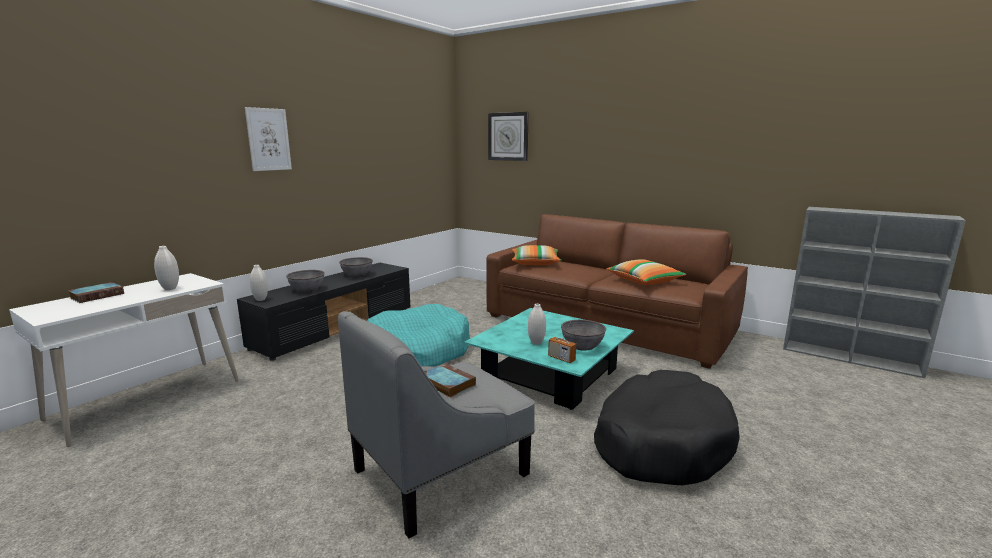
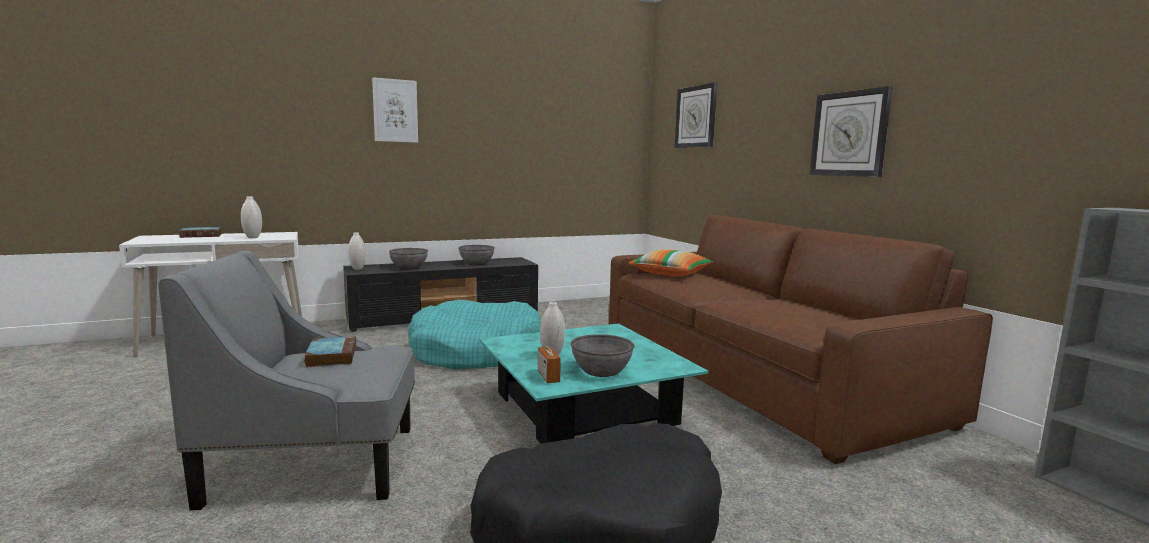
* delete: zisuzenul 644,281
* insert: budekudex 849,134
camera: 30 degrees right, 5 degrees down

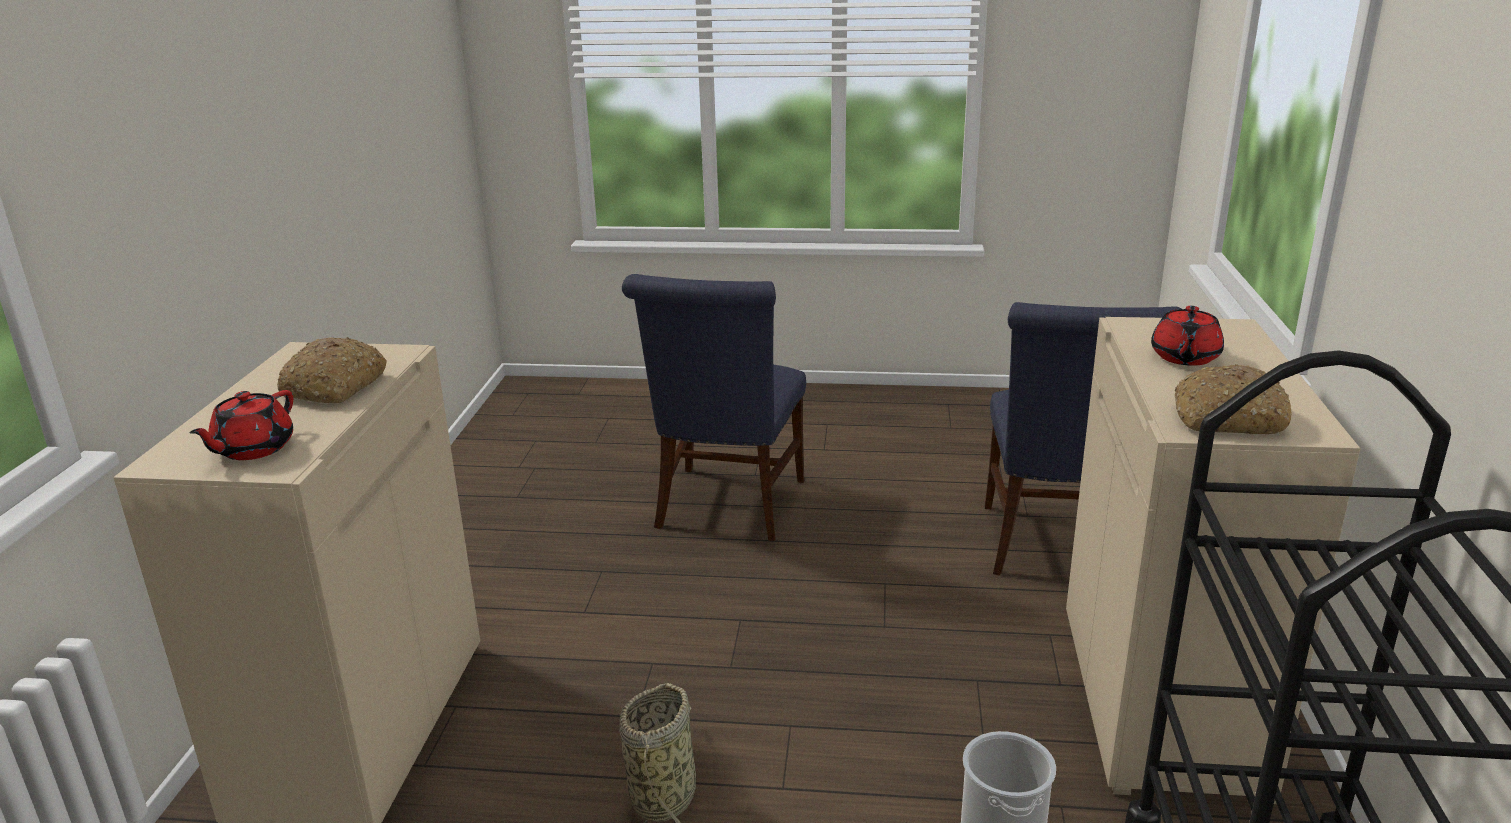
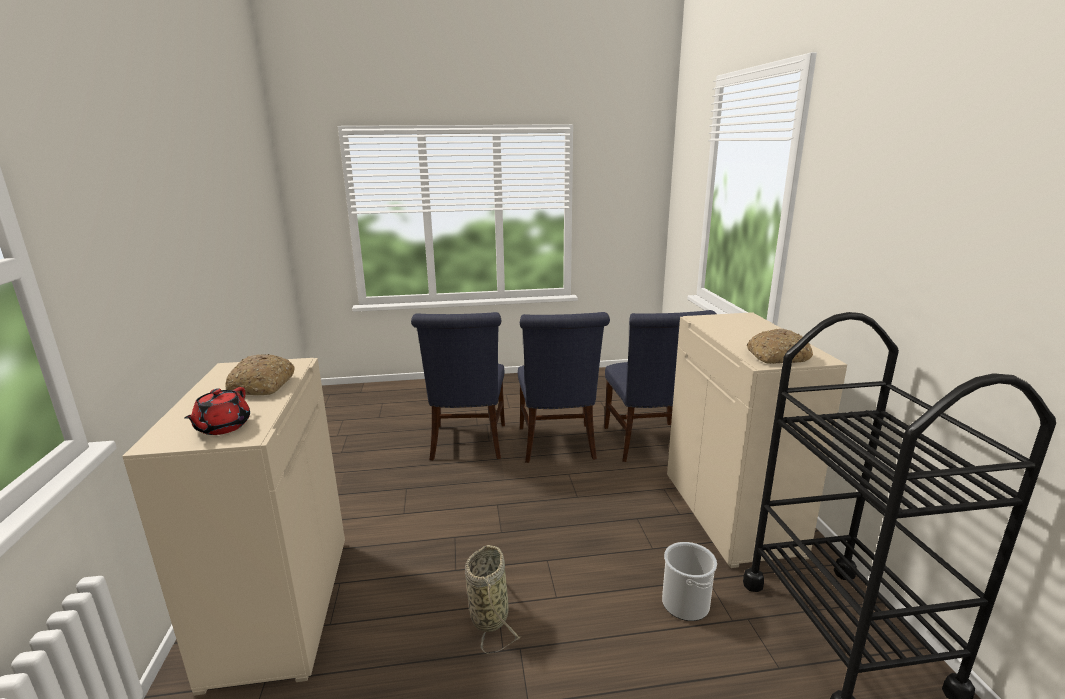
* delete: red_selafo 1184,358
* insert: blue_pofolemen 558,445
camera: 15 degrees left, 5 degrees down

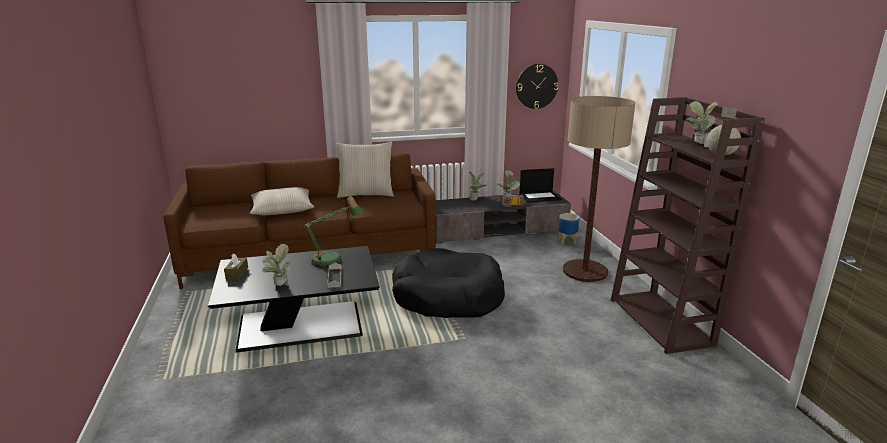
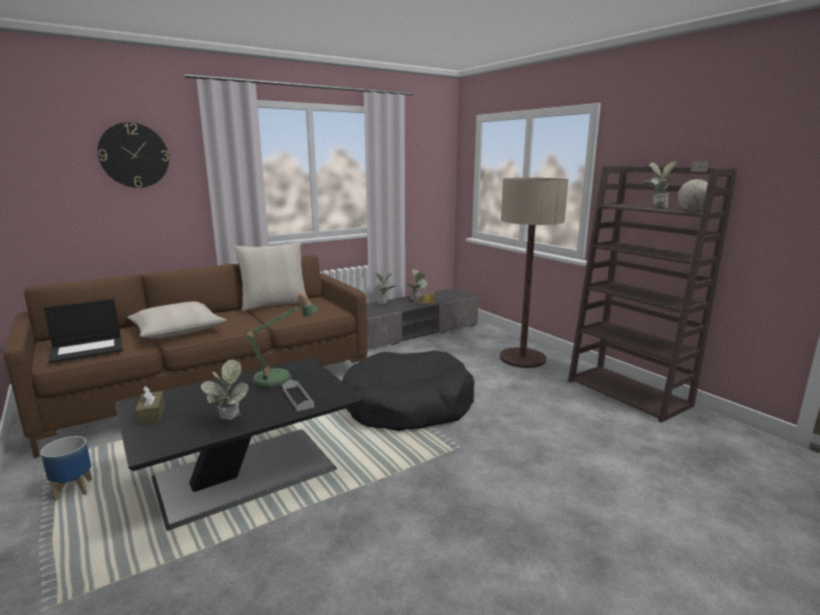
* move: budekudex 536,86 to 134,155
* move: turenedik 540,197 to 88,349
* move: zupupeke 567,241 to 74,490
camera: 20 degrees left, 5 degrees down

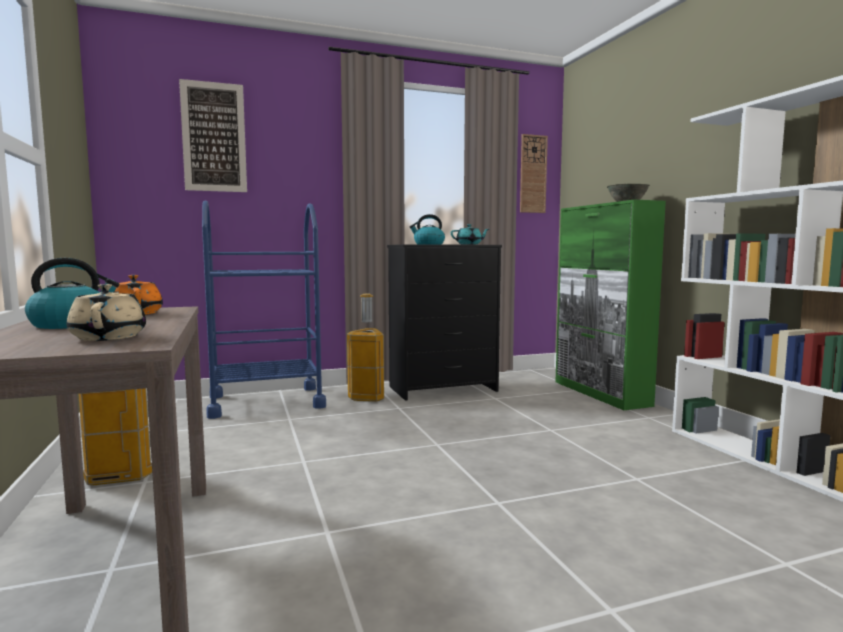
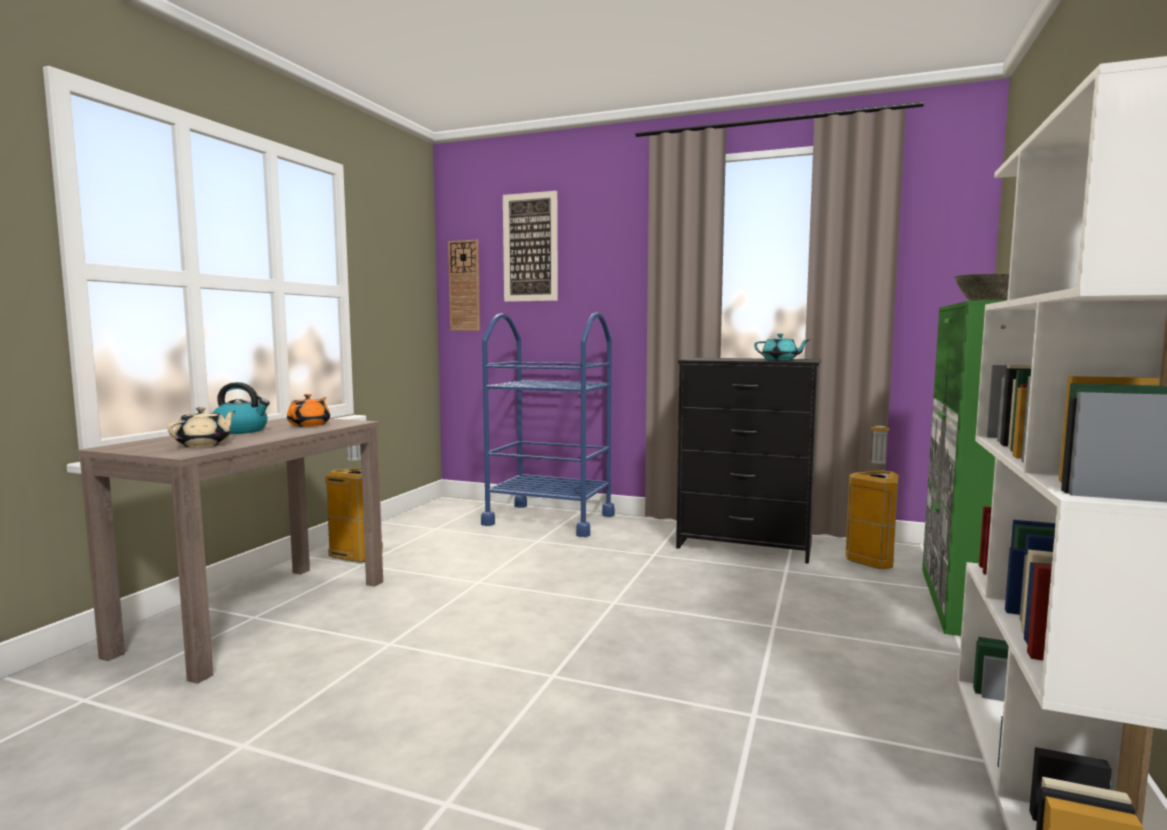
* move: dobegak 368,397 to 874,561
* delete: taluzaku 428,244
* move: budekudex 533,174 to 464,286
camera: 40 degrees right, 0 degrees up

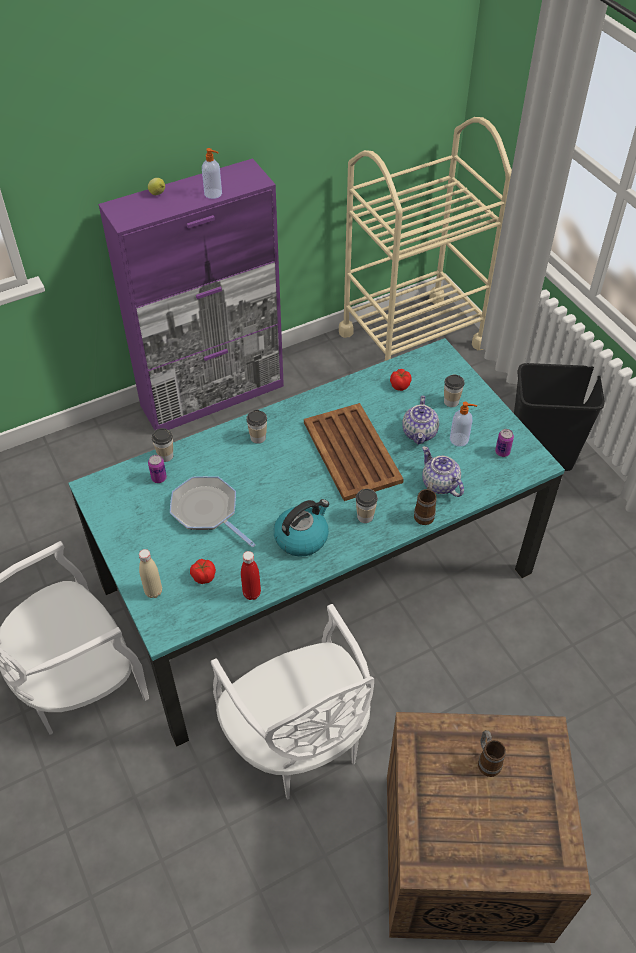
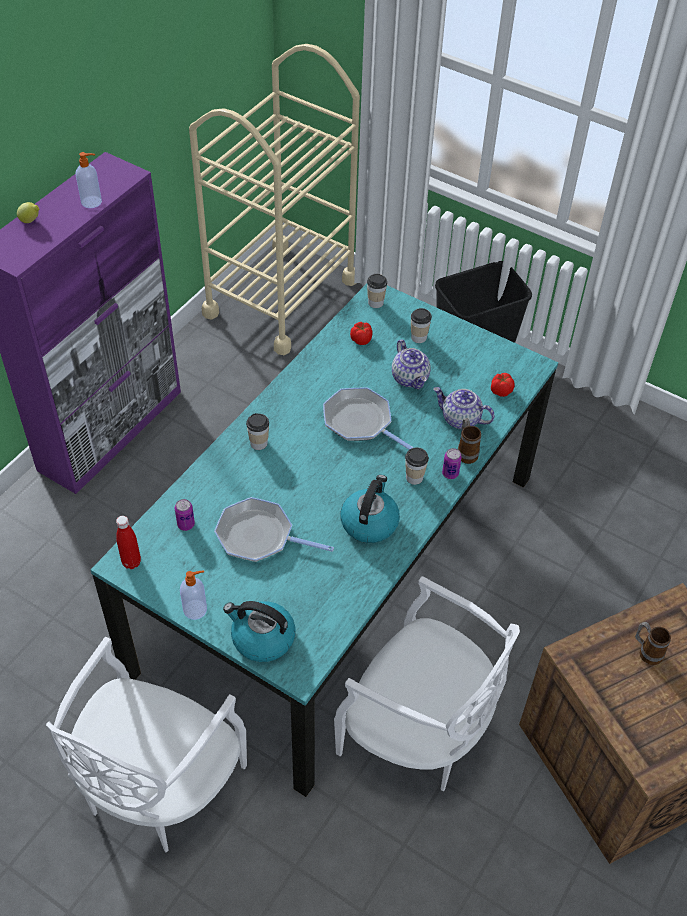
* replace: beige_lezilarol 153,592 to taluzaku 262,638
* move: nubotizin 165,456 to 375,303
* move: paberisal 203,576 to 500,391
* move: red_lezilarol 252,593 to 131,562
* replace: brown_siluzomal 352,453 to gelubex 360,422
* move: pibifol 460,439 to 196,609
* move: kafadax 502,452 to 450,473
camera: 30 degrees left, 0 degrees up

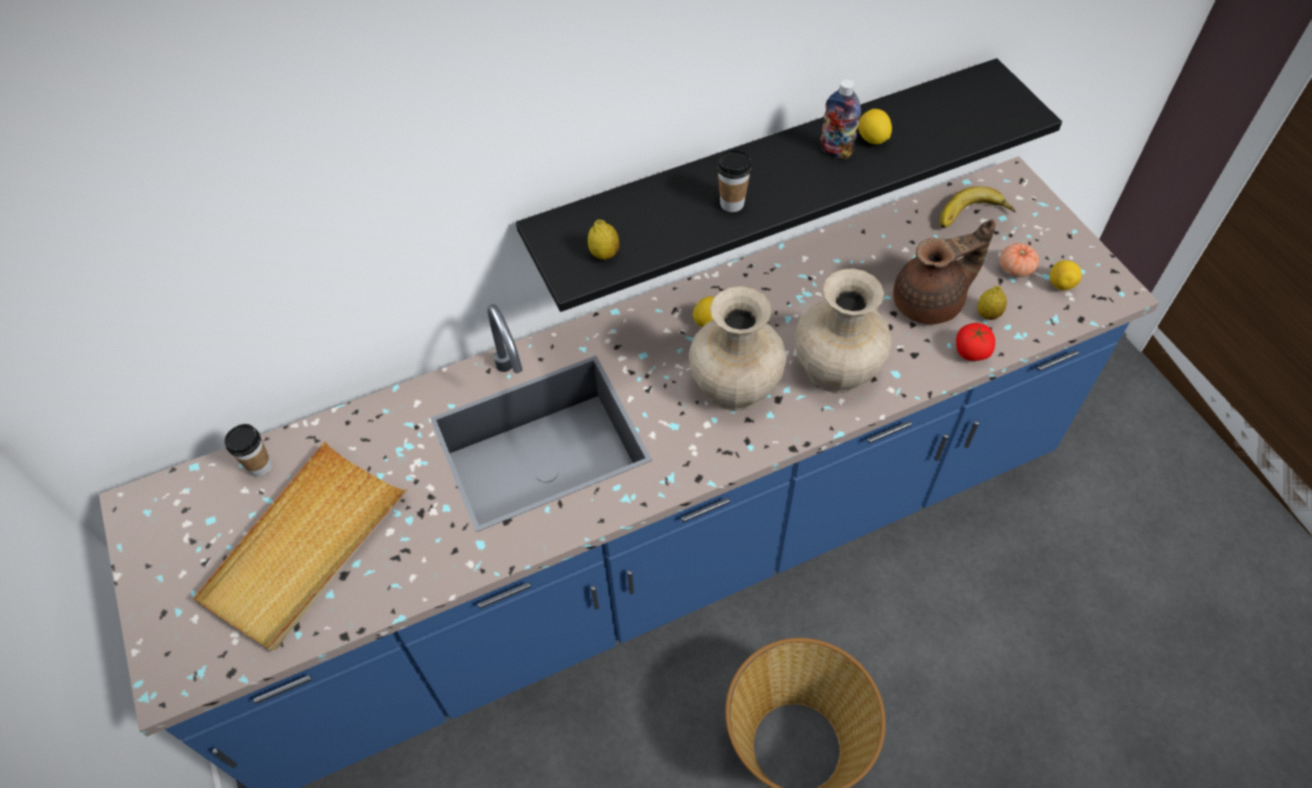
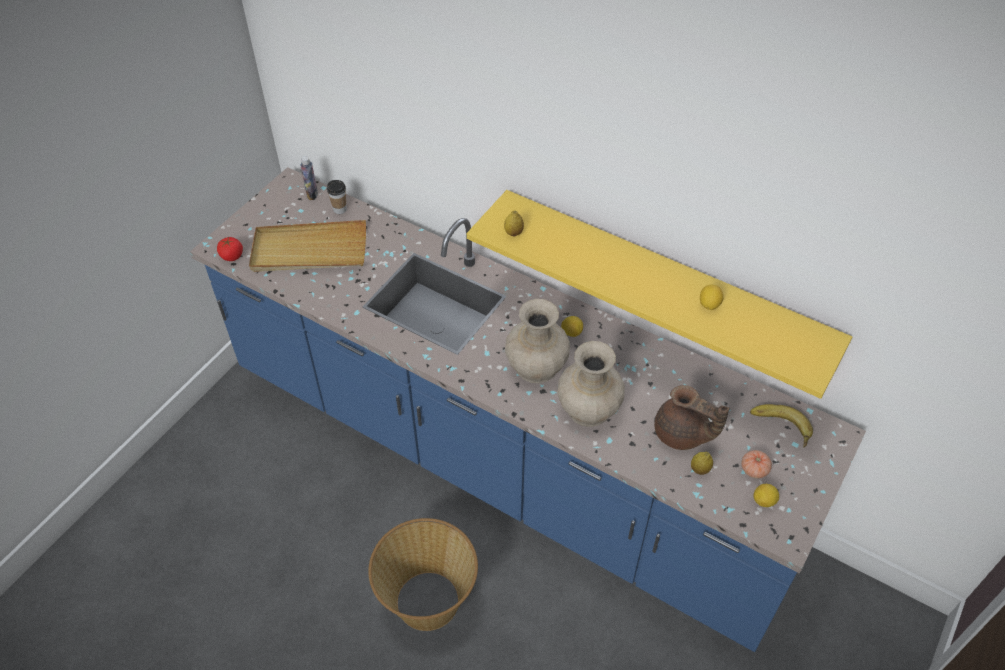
* recolor: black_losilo 766,170 to yellow_losilo 663,281
* delete: nubotizin 732,203
* move: lezilarol 836,151 to 312,194
* move: paberisal 971,352 to 232,256
camera: 55 degrees right, 5 degrees down

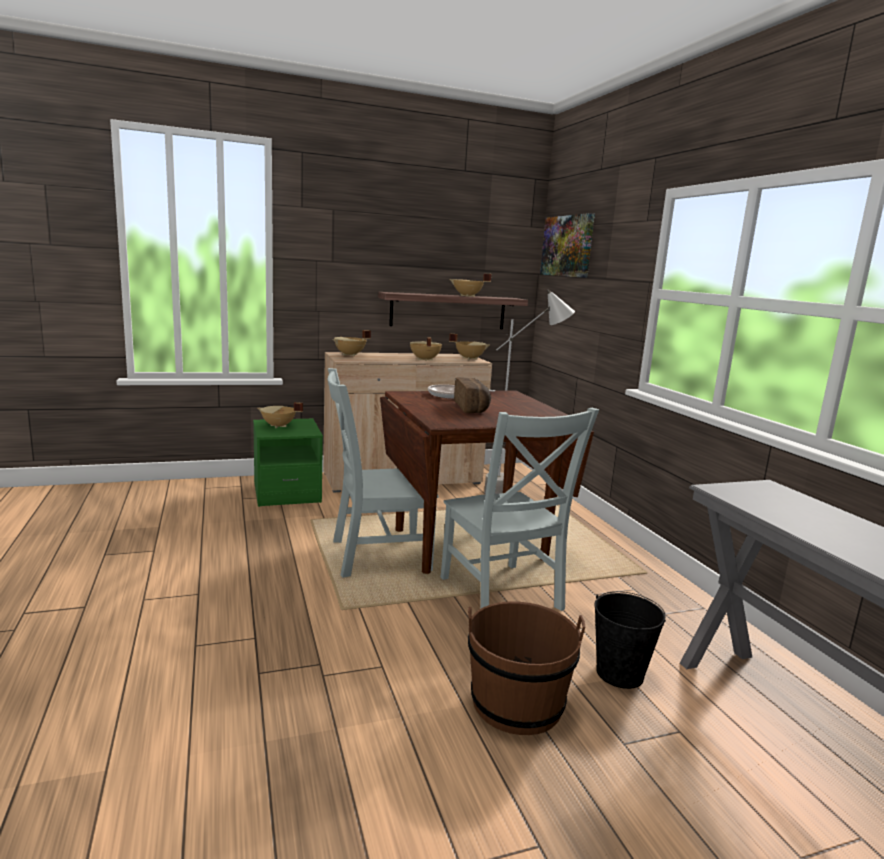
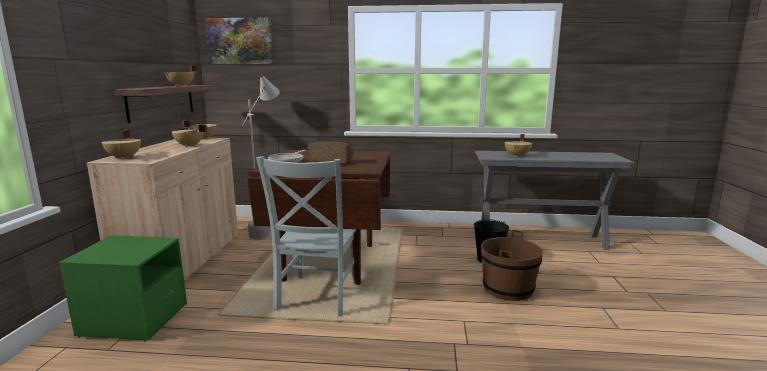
* move: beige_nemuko 278,426 to 517,156
* delete: grey_pofolemen 502,596
camera: 65 degrees left, 0 degrees up

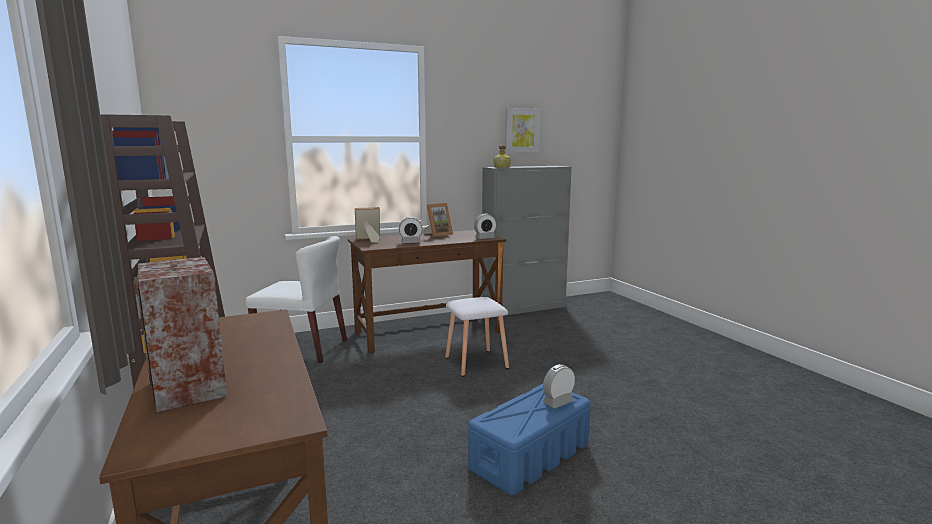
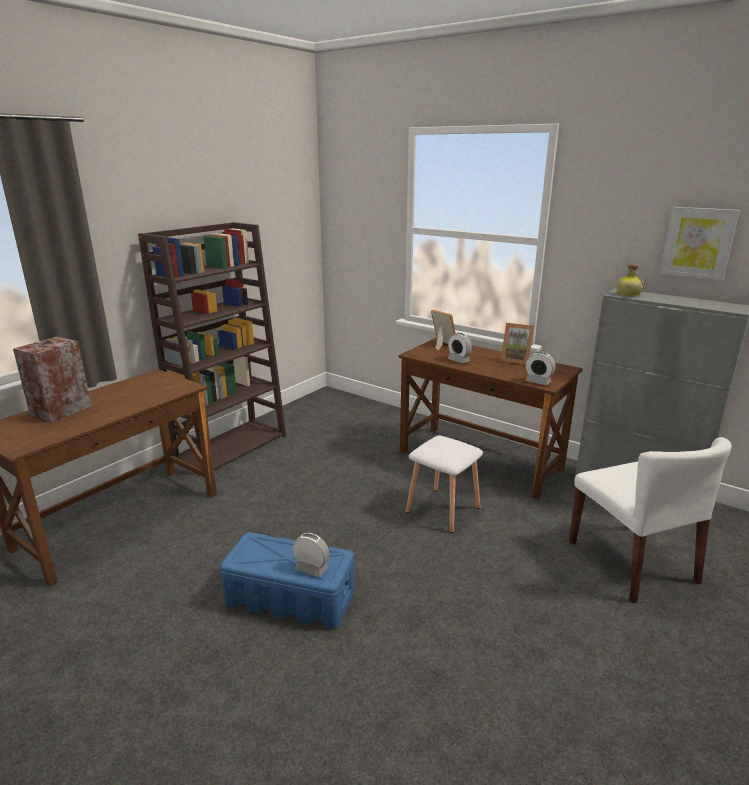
* move: white_pofolemen 303,348 to 632,562
camera: 60 degrees right, 10 degrees up

